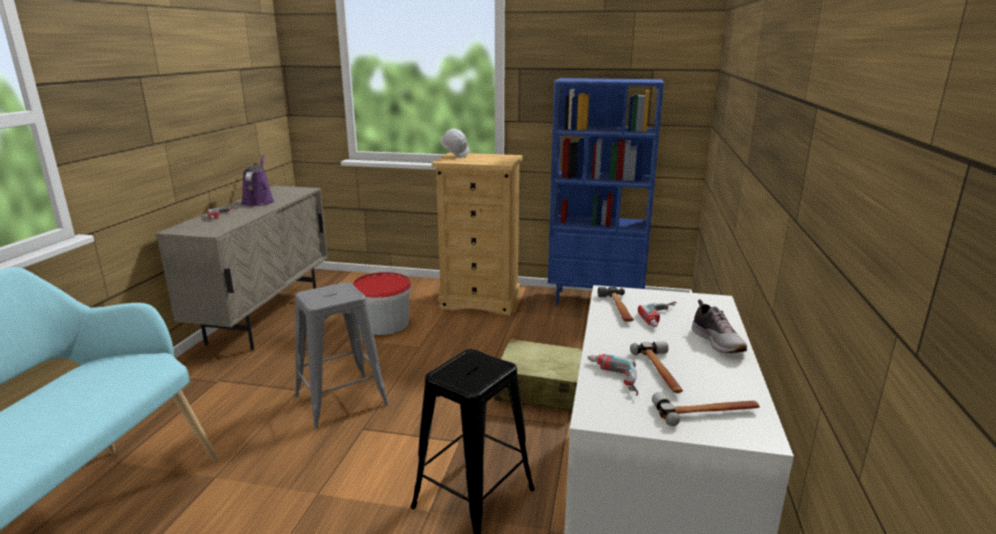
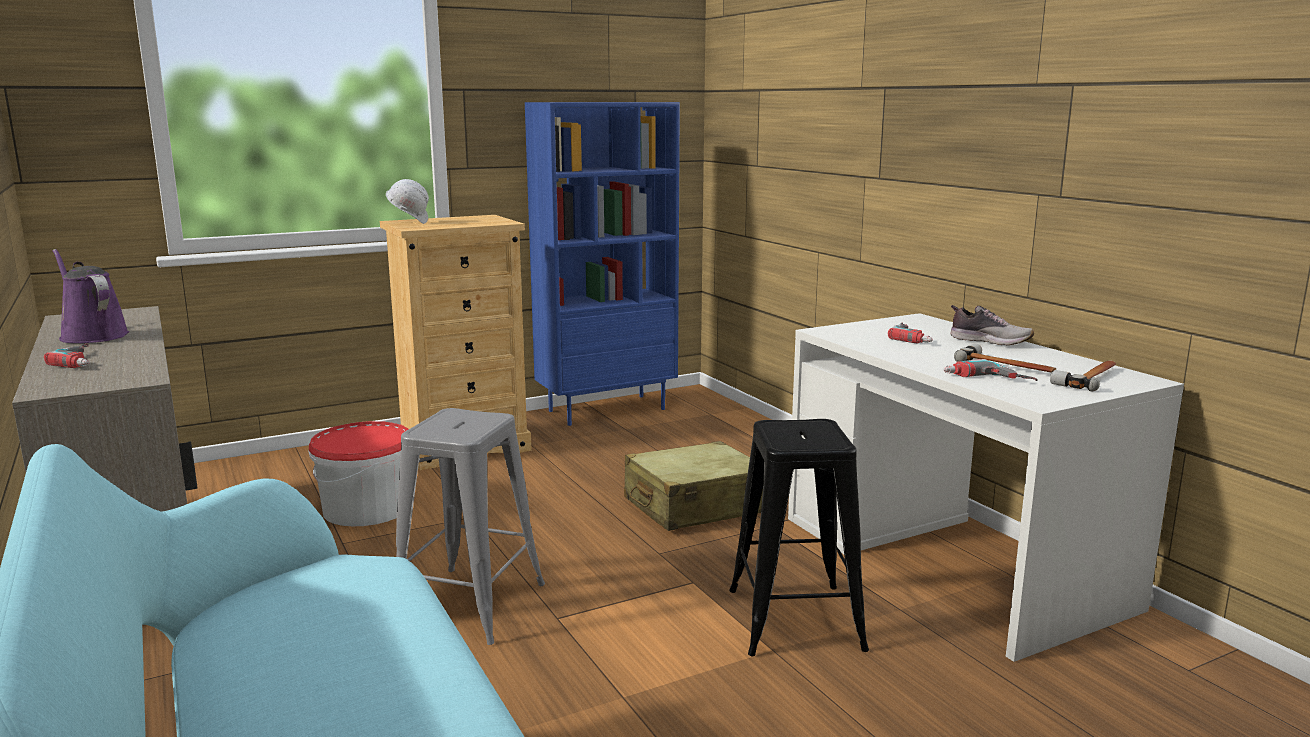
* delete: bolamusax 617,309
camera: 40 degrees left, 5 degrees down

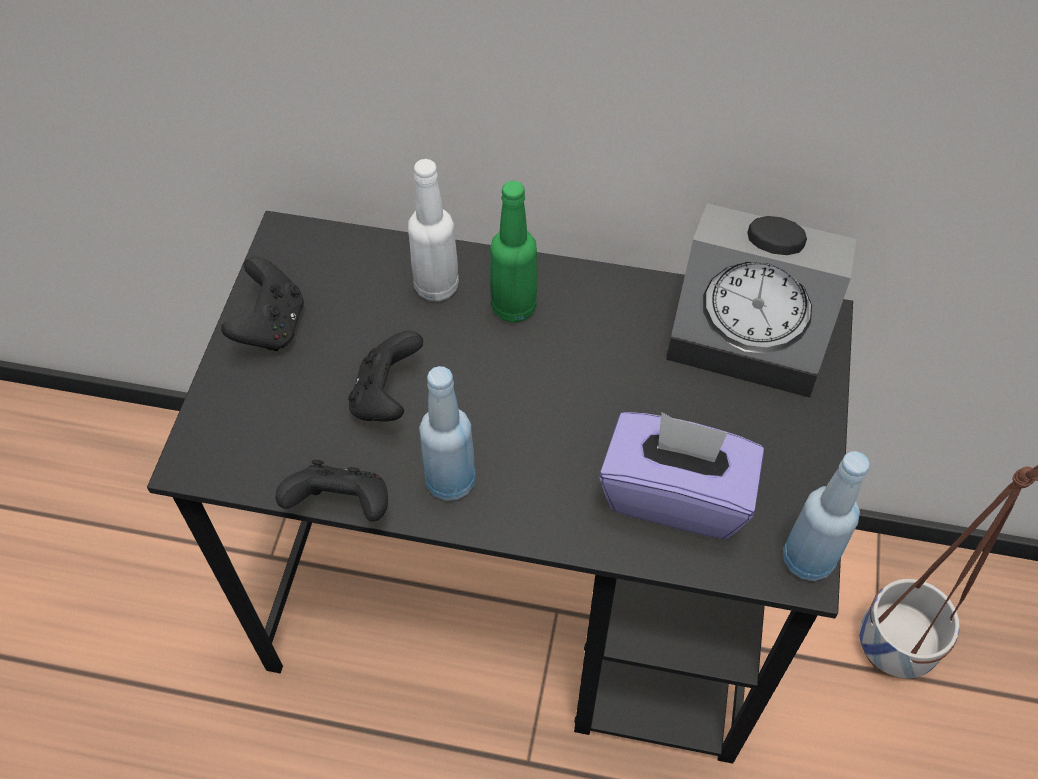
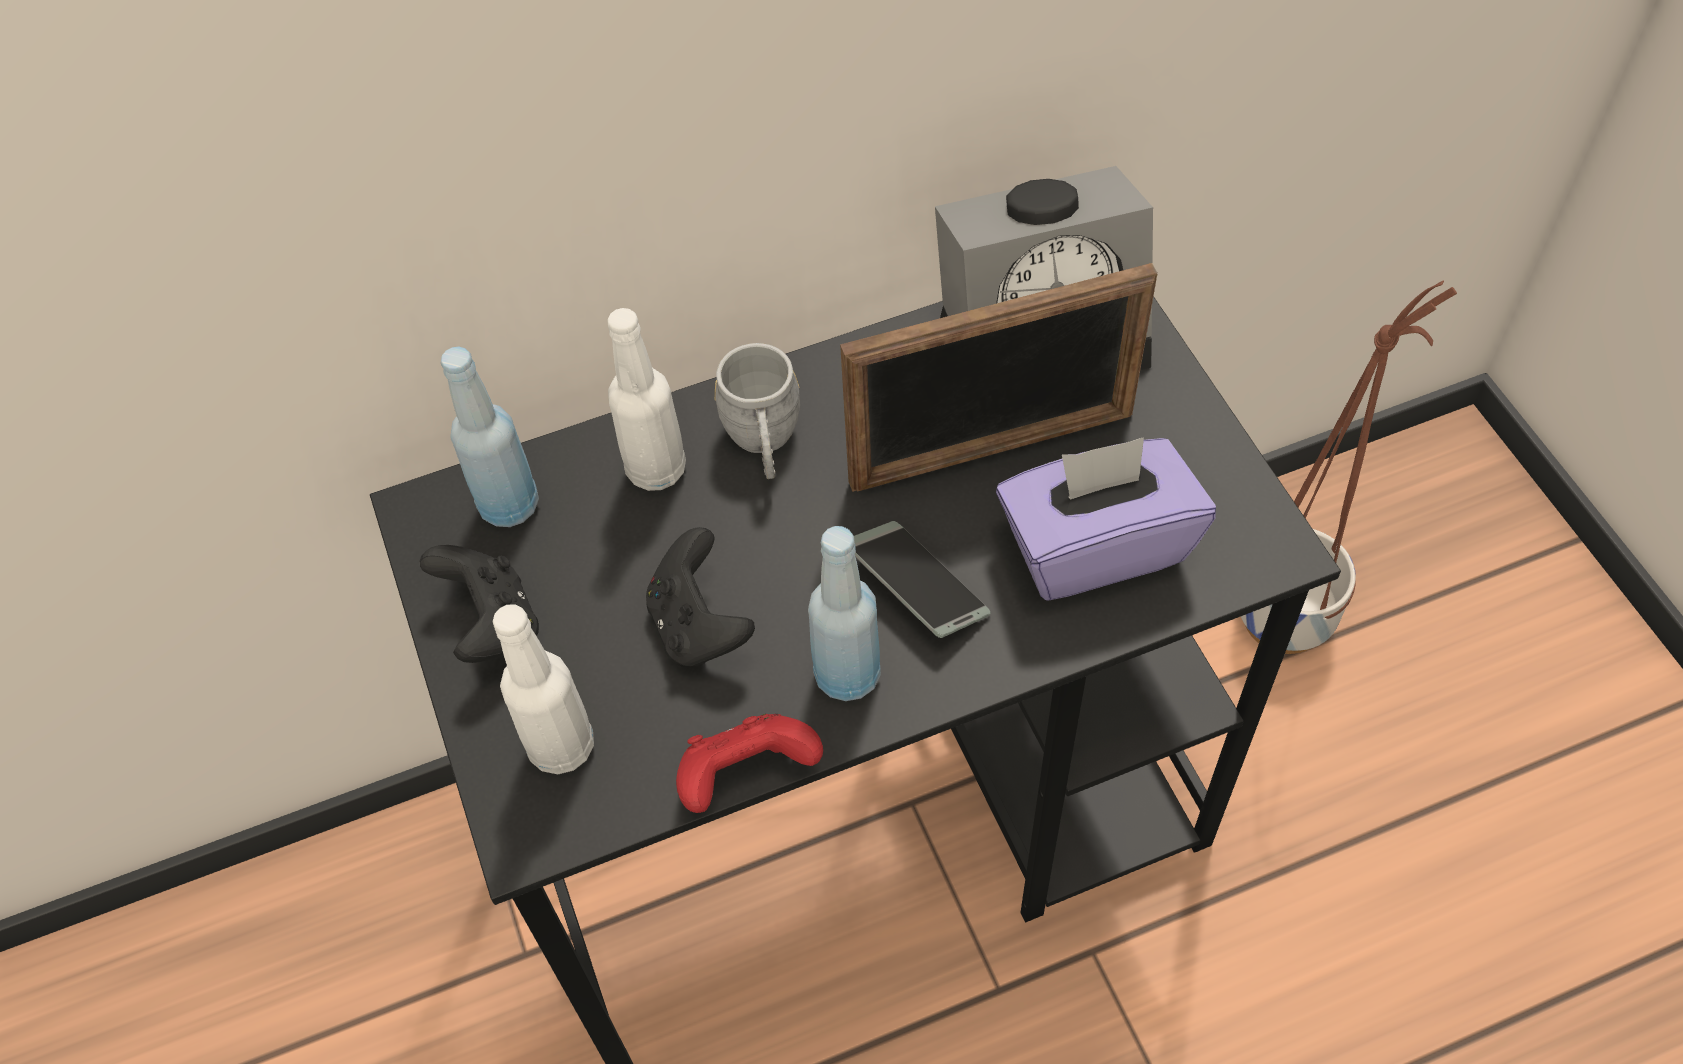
* recolor: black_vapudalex 342,506 to red_vapudalex 747,777
* replace: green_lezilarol 513,307 to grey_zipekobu 764,444
* move: blue_lezilarol 807,559 to 509,506
* insert: white_lezilarol 561,747
* insert: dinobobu 992,449
* insert: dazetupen 916,587
camera: 30 degrees left, 0 degrees up

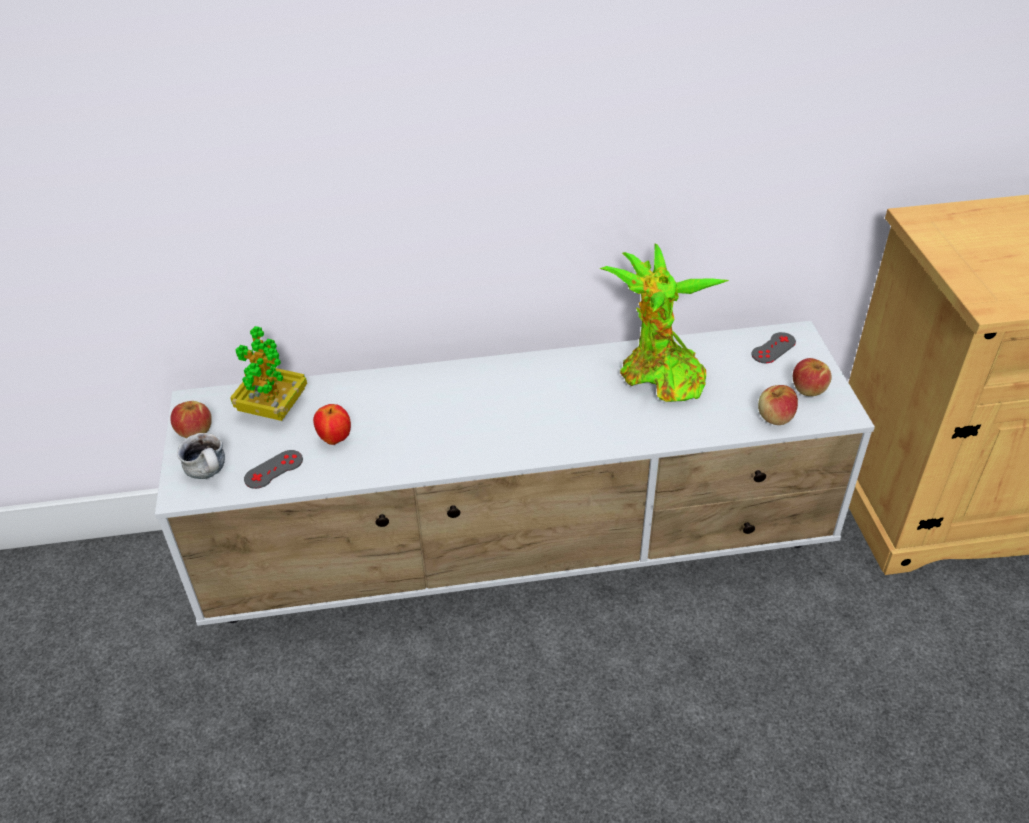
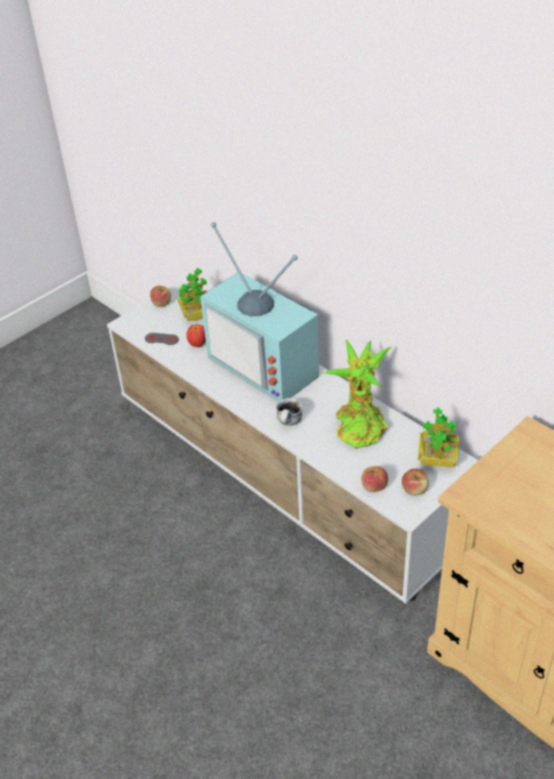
* move: zipekobu 210,473 to 289,423
* replace: grey_vapudalex 773,348 to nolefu 437,459
* insert: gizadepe 268,364
camera: 55 degrees right, 0 degrees up

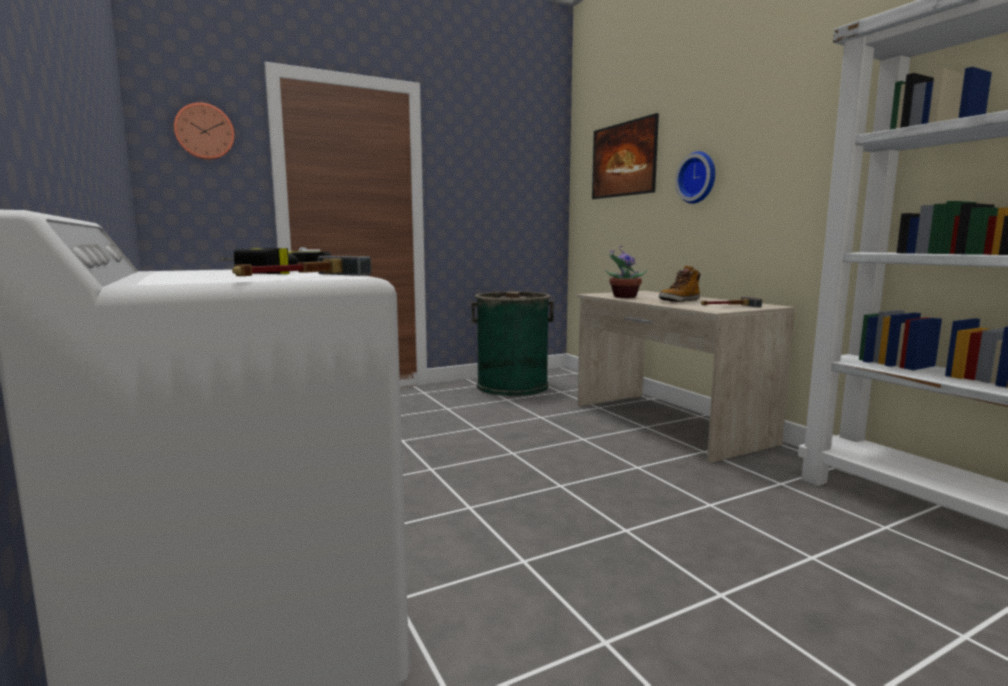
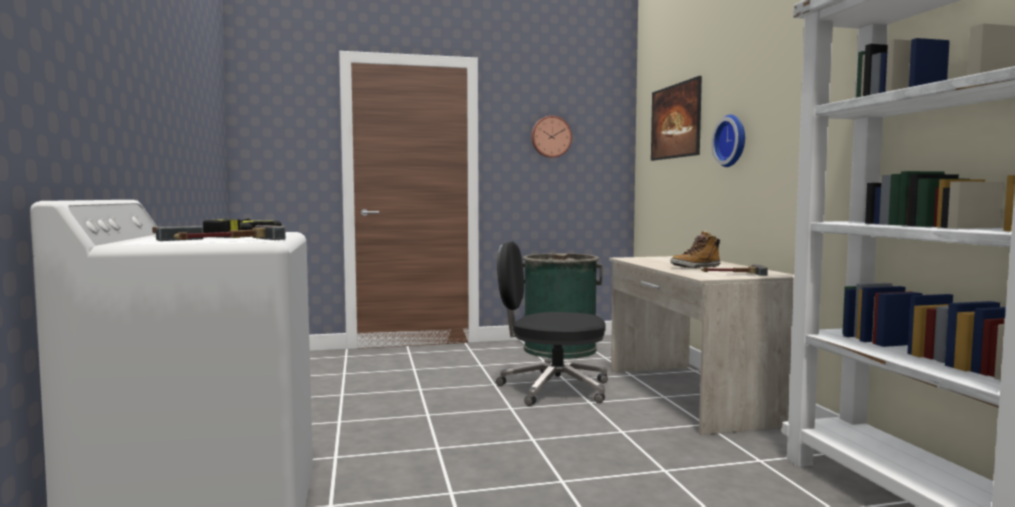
* move: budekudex 204,132 to 550,137
* delete: nolefu 623,297
* insert: bolamusax 168,237
* insert: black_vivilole 552,389
camera: 15 degrees right, 5 degrees down

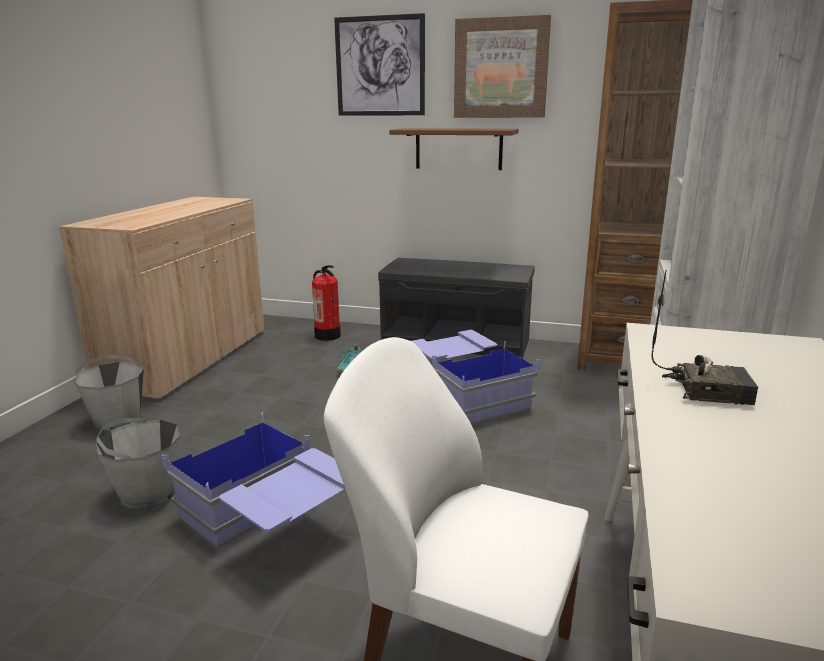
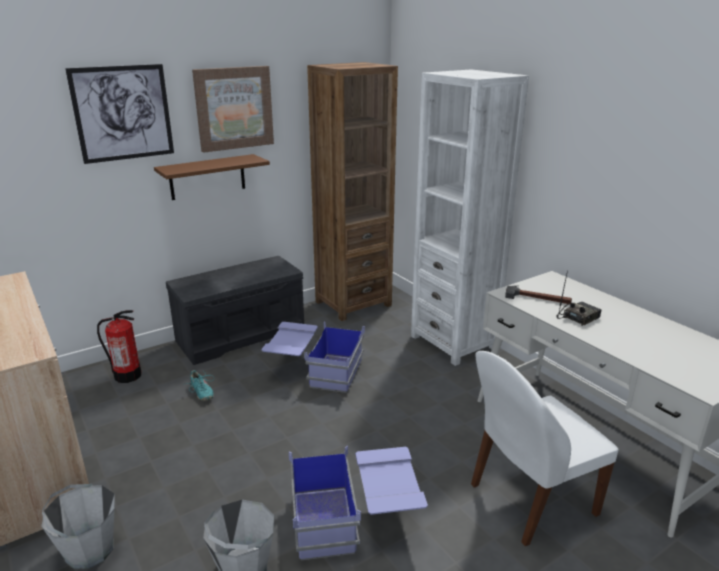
* insert: bolamusax 538,298
camera: 50 degrees left, 5 degrees up

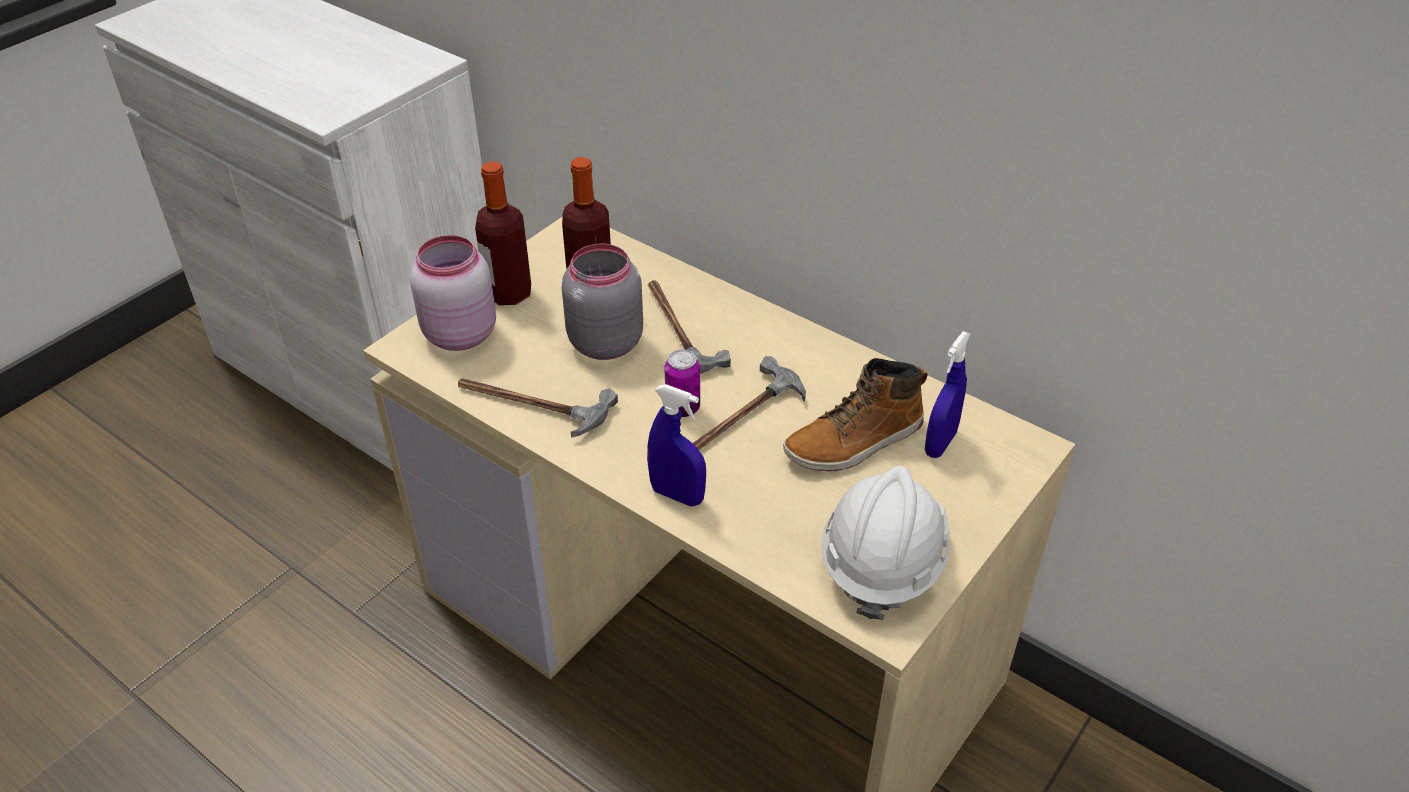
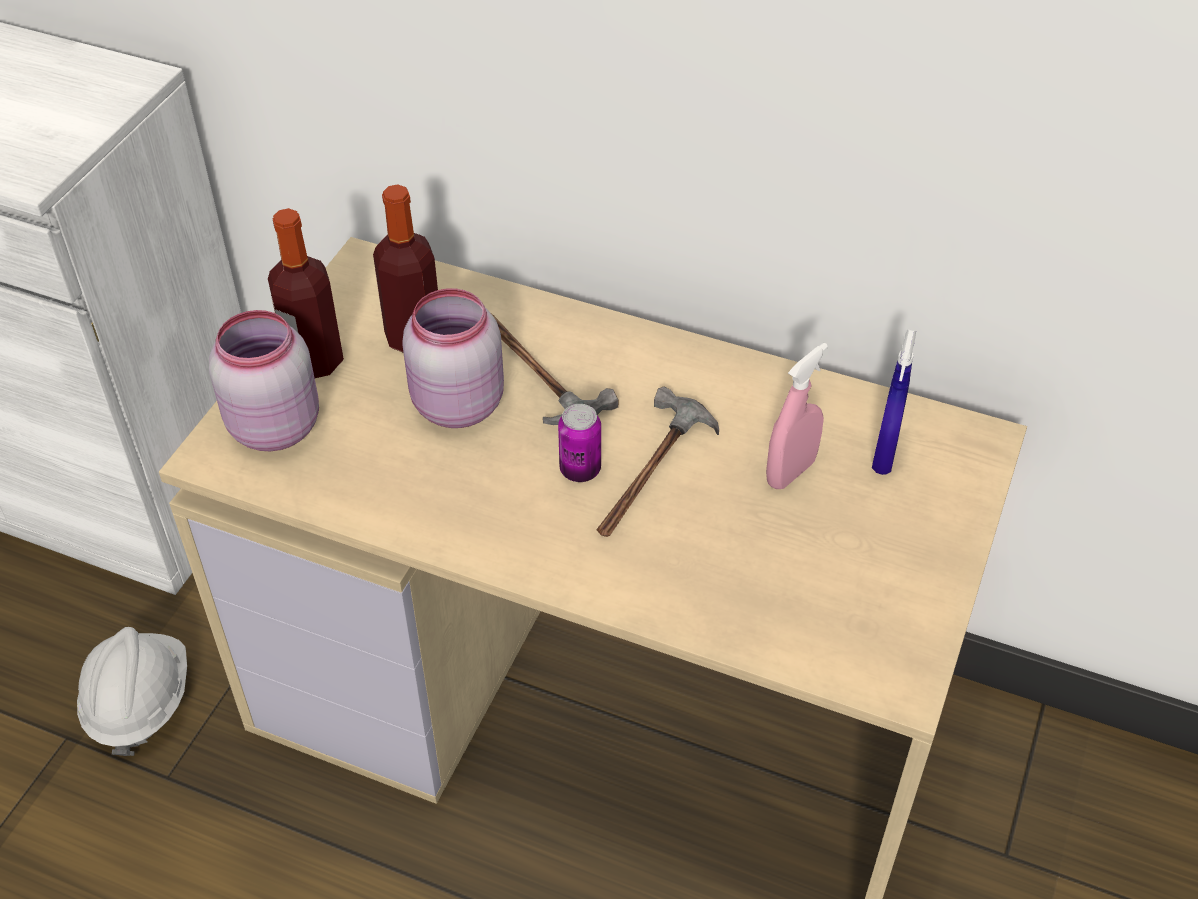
* delete: bolamusax 530,405
* recolor: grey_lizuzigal 603,343 to pink_lizuzigal 455,405
* delete: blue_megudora 677,495
* replace: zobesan 855,442 to pink_megudora 790,472
* move: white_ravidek 882,562 to 139,702
camera: 15 degrees left, 5 degrees up

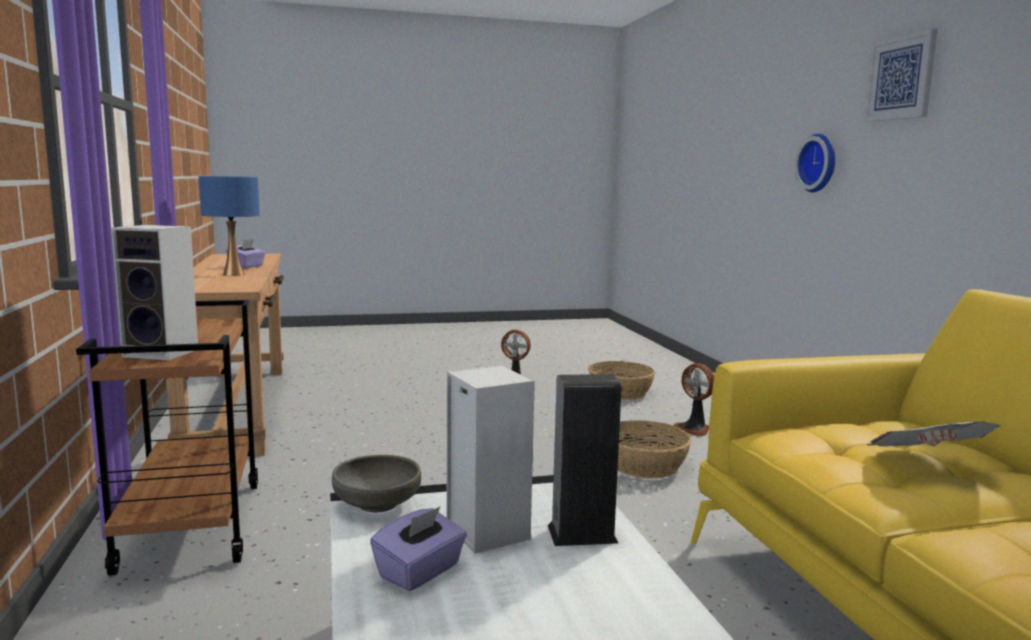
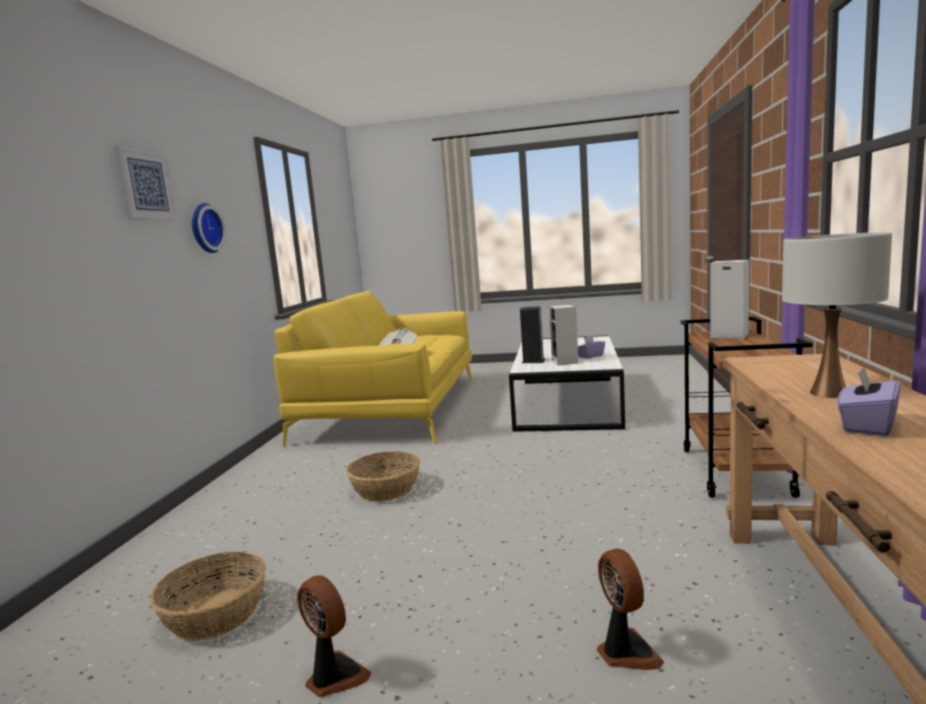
* recolor: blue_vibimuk 233,274 to white_vibimuk 829,393
* delete: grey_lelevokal 377,504
* move: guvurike 694,429 to 625,652
* move: budekudex 819,163 to 204,228
camera: 155 degrees left, 0 degrees up

